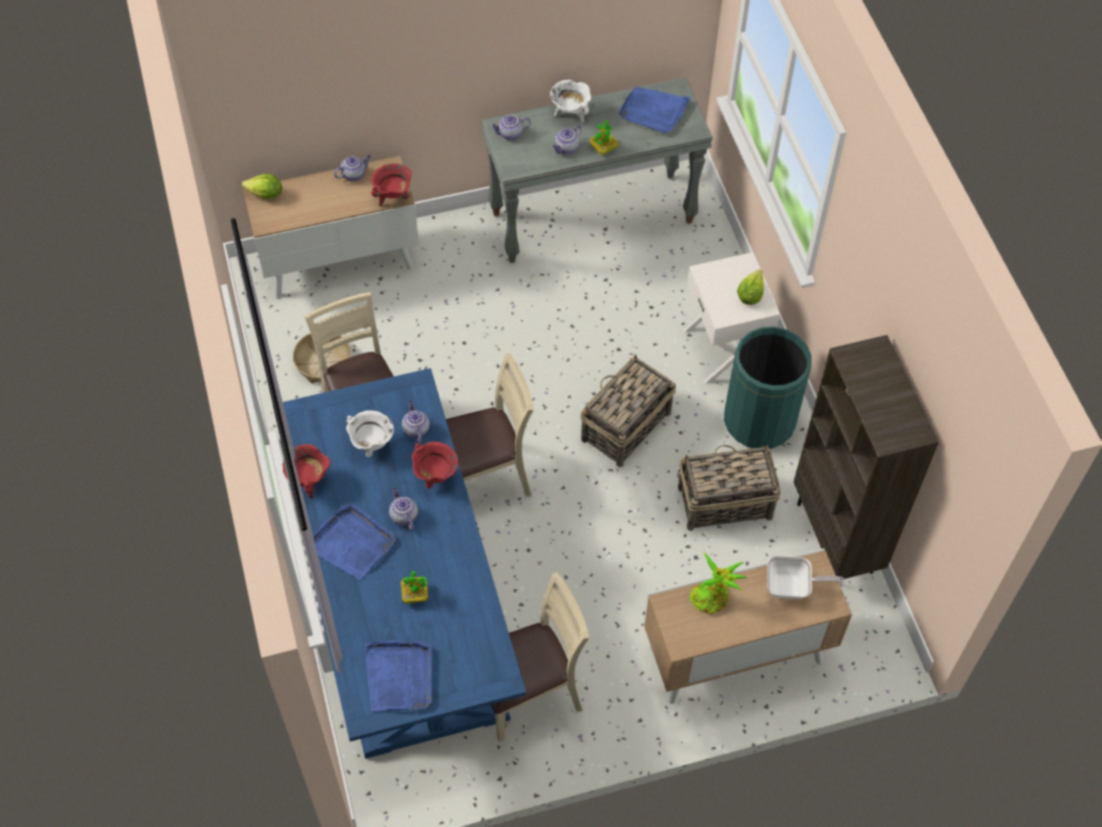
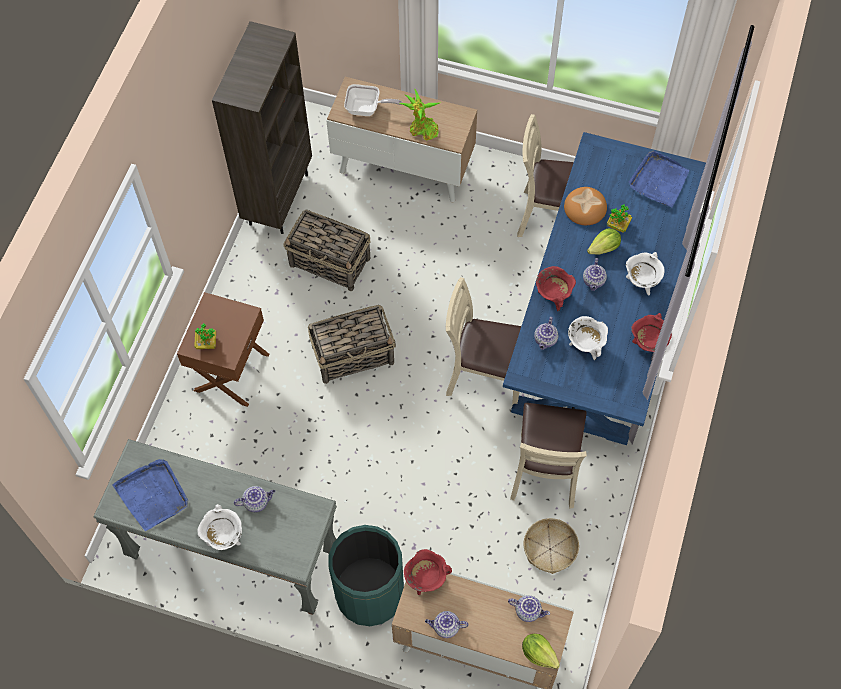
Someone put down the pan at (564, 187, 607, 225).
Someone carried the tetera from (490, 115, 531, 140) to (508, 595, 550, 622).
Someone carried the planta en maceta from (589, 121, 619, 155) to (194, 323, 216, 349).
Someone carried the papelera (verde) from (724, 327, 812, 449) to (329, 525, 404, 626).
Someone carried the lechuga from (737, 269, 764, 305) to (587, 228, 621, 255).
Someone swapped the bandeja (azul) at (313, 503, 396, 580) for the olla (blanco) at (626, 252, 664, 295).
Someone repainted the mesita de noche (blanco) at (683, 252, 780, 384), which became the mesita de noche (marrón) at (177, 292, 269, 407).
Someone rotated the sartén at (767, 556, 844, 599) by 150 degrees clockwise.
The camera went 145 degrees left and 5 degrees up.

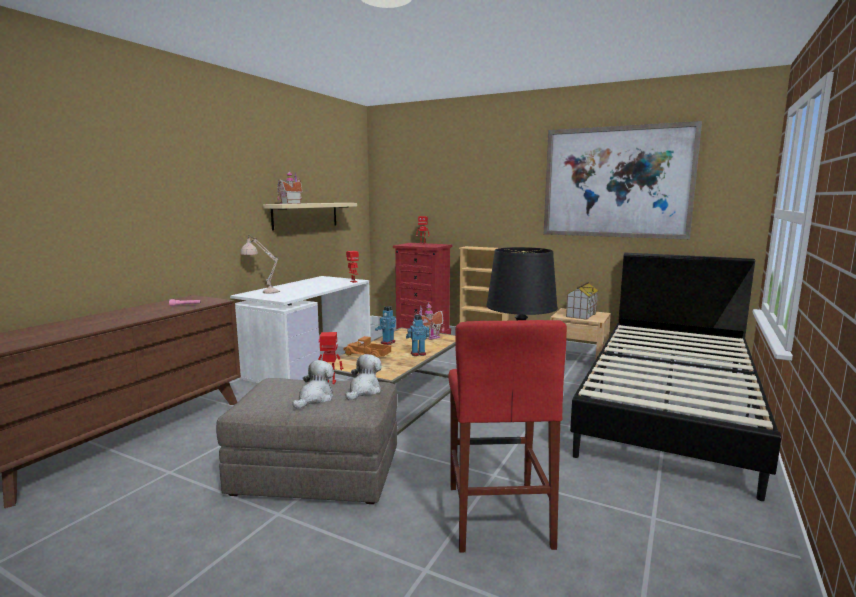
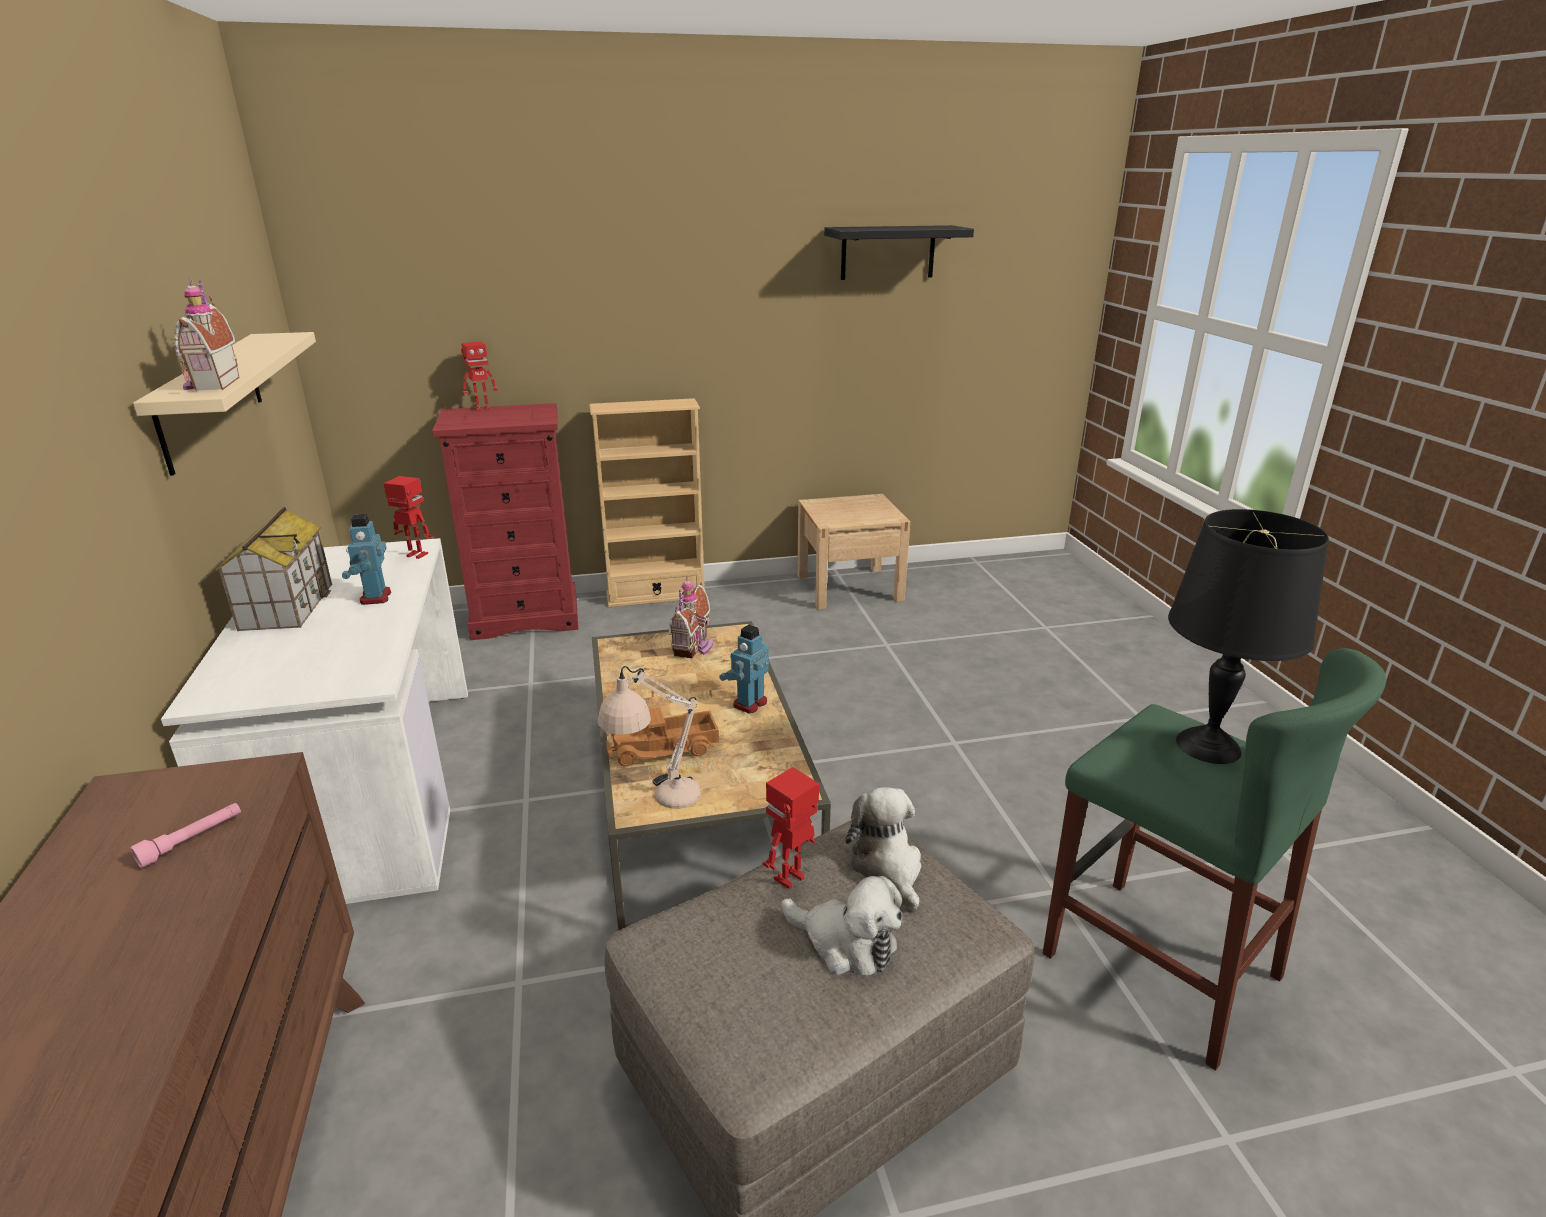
Someone took away the cama (negro) at (570, 253, 781, 501).
Someone carried the lámpara de mesa (beis) from (240, 235, 280, 294) to (598, 666, 701, 809).
Someone carried the robot de juguete from (375, 306, 396, 345) to (342, 514, 391, 605).
Someone carried the casita from (566, 282, 598, 320) to (215, 507, 332, 631).
Someone swapped the cuadro at (544, 121, 702, 239) for the estante (negro) at (824, 225, 974, 280).
Someone repainted the taburete (rojo) at (448, 320, 567, 552), which became the taburete (verde) at (1043, 648, 1386, 1071).
Someone rotated the peluche at (293, 360, 334, 409) by 135 degrees clockwise.
The camera went 40 degrees left and 15 degrees up.

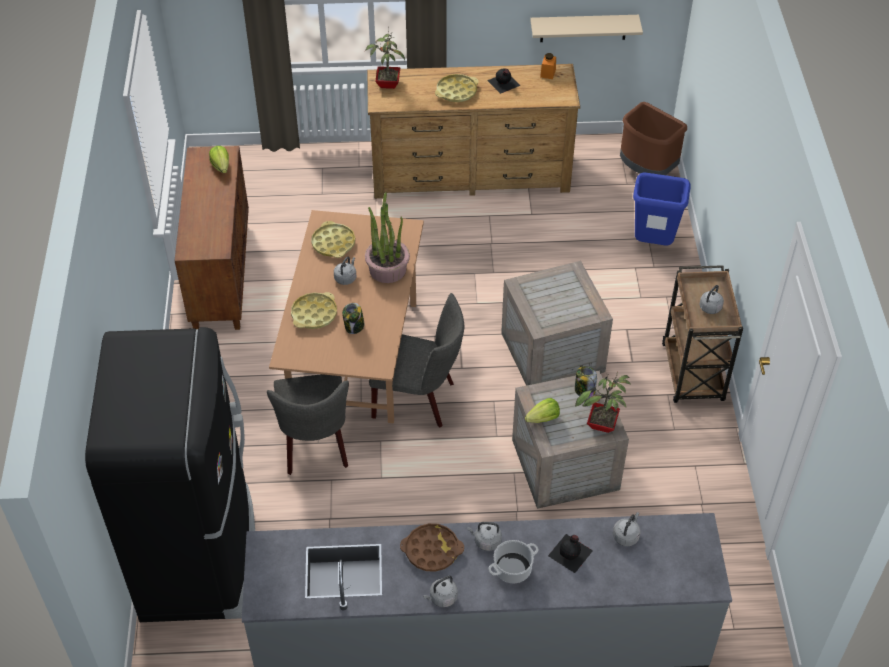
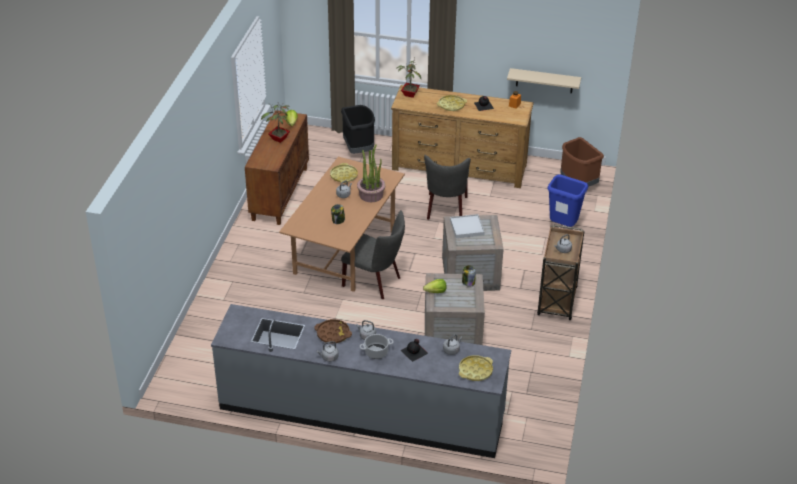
Someone took away the nevera (negro) at (85, 327, 255, 622).
Someone put down the papelera (negro) at (341, 105, 375, 154).
Someone put down the bandeja (blanco) at (450, 214, 485, 238).
Someone carried the silla (gris) from (267, 374, 349, 475) to (424, 155, 471, 220).
Someone carried the bandeja (amarillo) from (291, 292, 337, 329) to (459, 355, 493, 381).
Someone carried the planta en maceta from (575, 373, 631, 433) to (261, 102, 291, 143).
The camera went 15 degrees right and 10 degrees down.

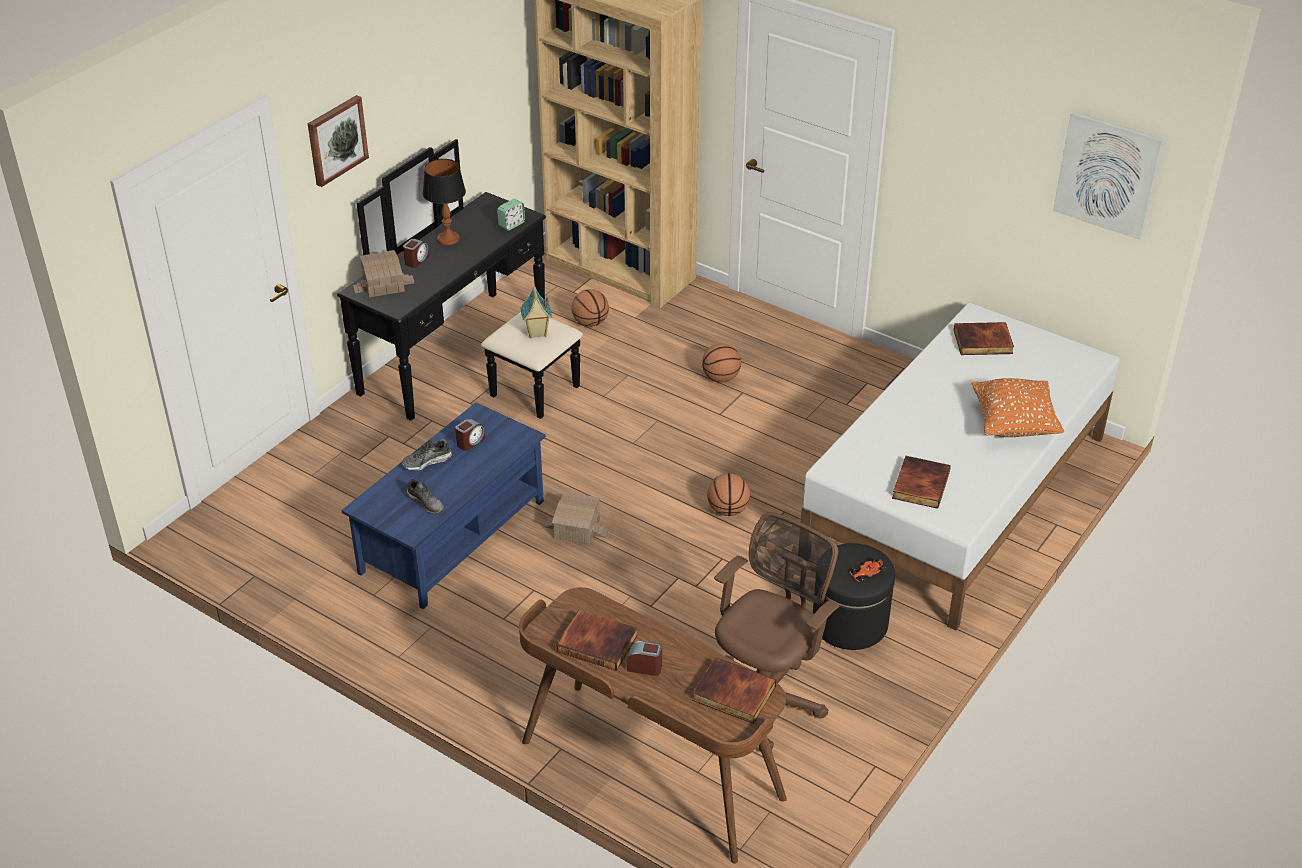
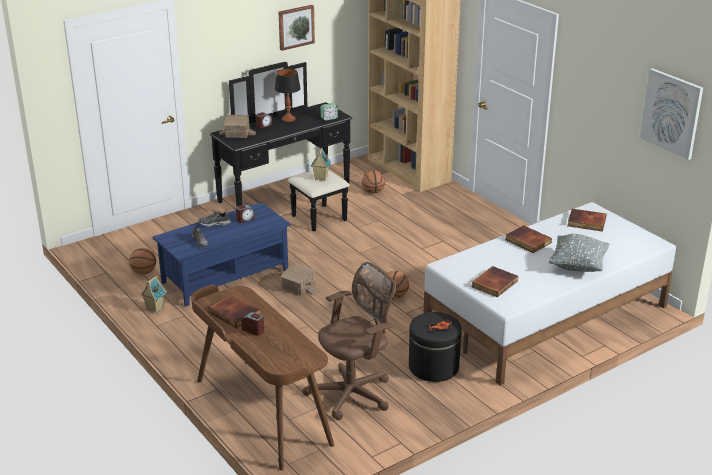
Someone put down the casita at (141, 276, 167, 313).
Someone carried the cuadro from (308, 95, 369, 187) to (279, 5, 315, 51).
Someone carried the libro from (692, 657, 776, 724) to (505, 225, 552, 253).
Someone carried the balón de baloncesto from (702, 343, 741, 383) to (129, 248, 156, 275).
Someone repainted the cojín (naranja) at (971, 378, 1064, 437), which became the cojín (gris) at (549, 234, 609, 272).
The camera went 20 degrees right and 10 degrees down.

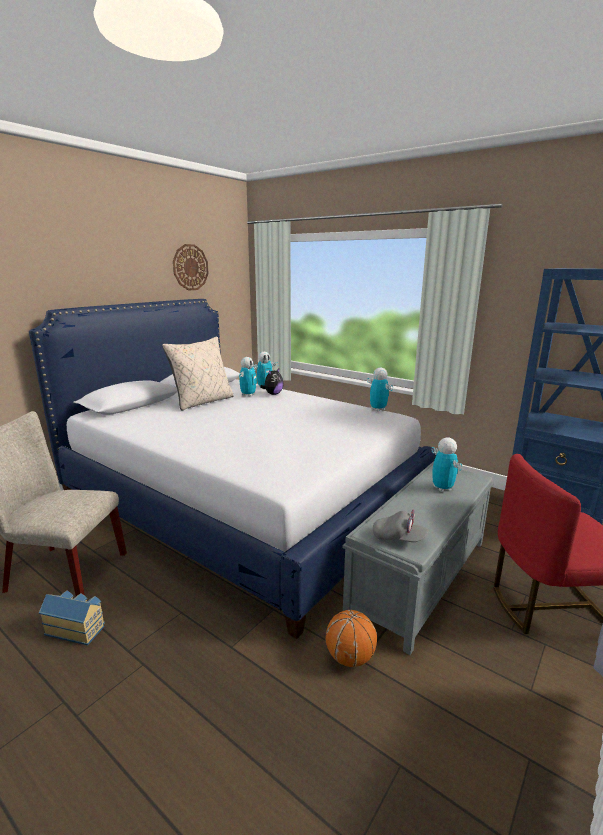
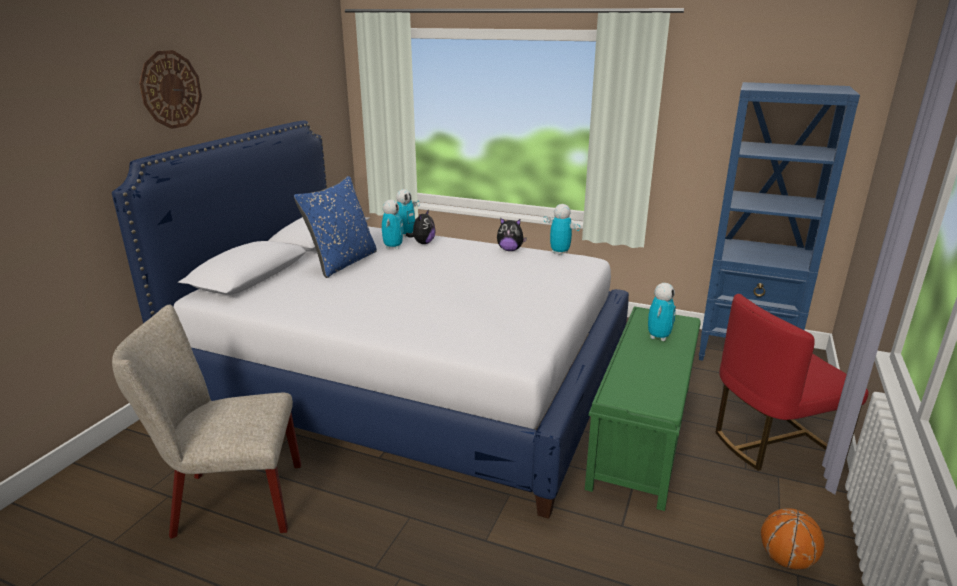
Someone took away the casita at (39, 590, 105, 645).
Someone took away the gorra (gris) at (373, 510, 428, 542).
Someone put down the peluche at (497, 217, 527, 251).
Someone carried the reloj de pared from (173, 244, 209, 291) to (139, 50, 202, 129).
Someone carried the balón de baloncesto from (325, 610, 377, 667) to (761, 508, 825, 569).
Someone repainted the cojín (beis) at (162, 337, 234, 410), which became the cojín (azul) at (294, 176, 377, 278).
Someone repainted the banco (gris) at (343, 461, 494, 655), which became the banco (verde) at (585, 306, 701, 511).
Someone rotated the robot de juguete at (432, 438, 462, 492) by 60 degrees clockwise.
The camera went 15 degrees left and 5 degrees up.

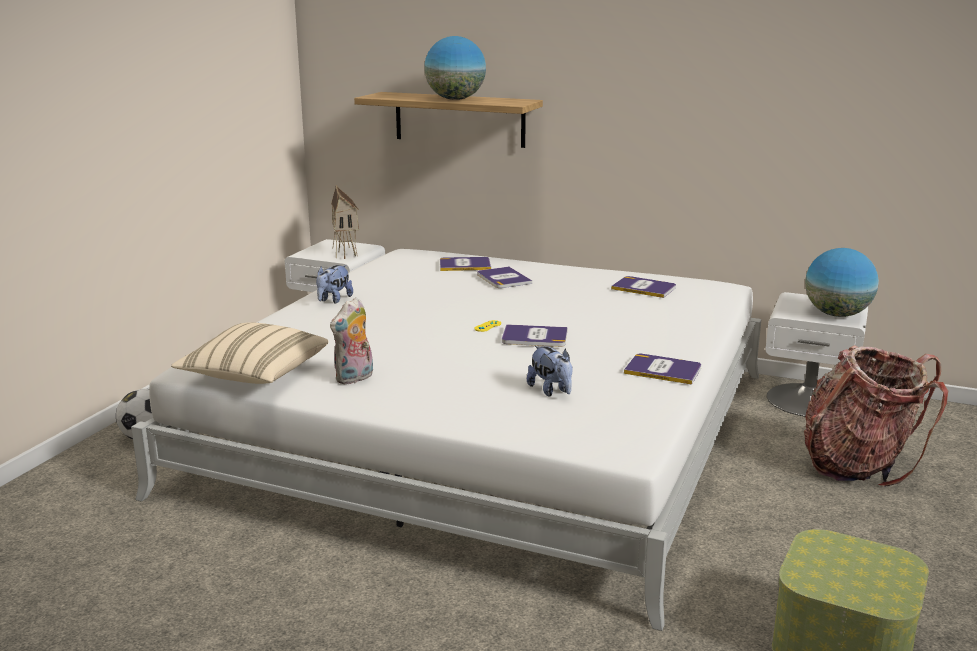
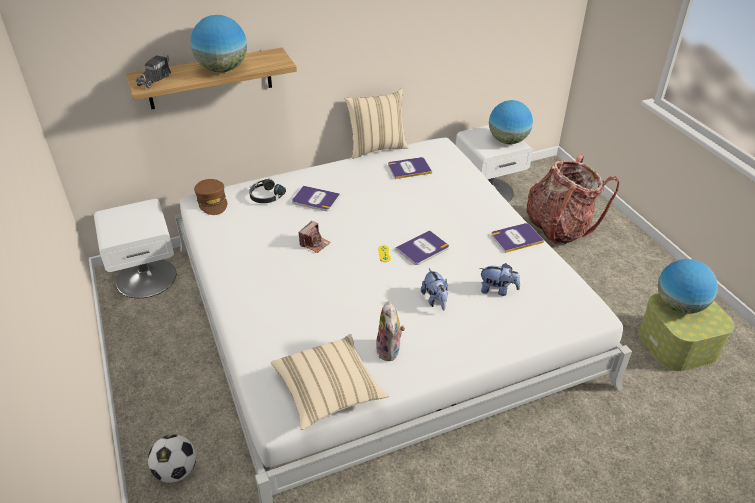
Someone took away the casita at (331, 185, 359, 259).
Someone put down the camión de juguete at (136, 55, 171, 88).
Someone put down the gorra (marrón) at (194, 179, 227, 215).
Someone put down the cámara at (298, 221, 331, 253).
Someone put down the cojín (beis) at (345, 88, 409, 159).
Someone put down the globo terráqueo at (658, 259, 718, 314).
Someone carried the peluche from (316, 265, 353, 304) to (421, 268, 448, 311).
Someone swapped the libro at (440, 257, 491, 271) for the auriculares (negro) at (249, 179, 286, 203).
The camera went 45 degrees left and 20 degrees up.

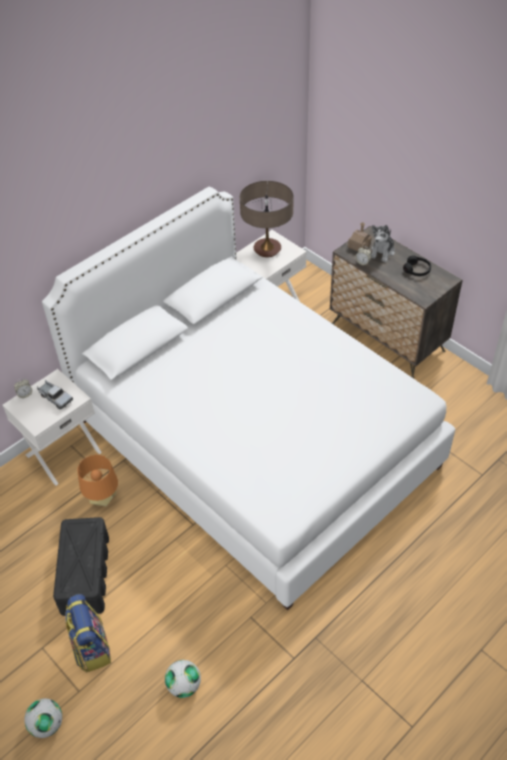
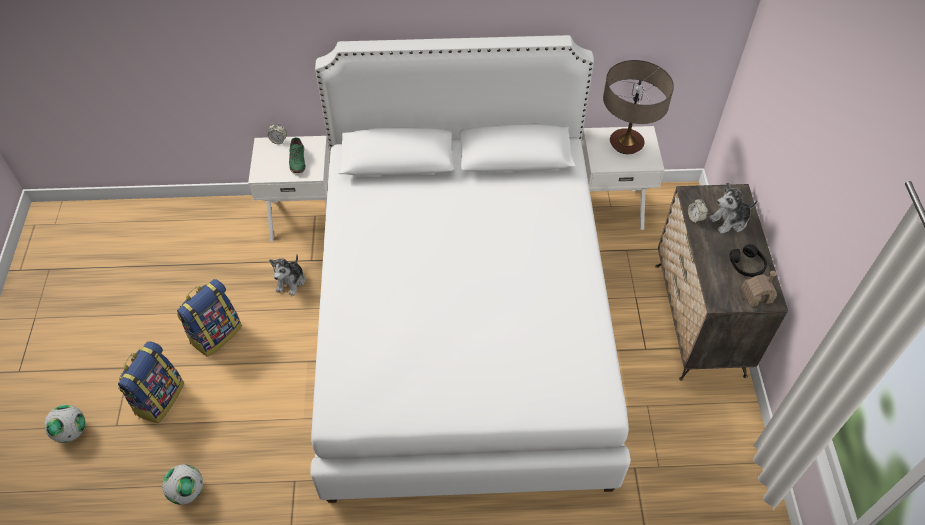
Someone carried the casita from (348, 222, 372, 252) to (741, 271, 777, 307).
Someone swapped the camión de juguete at (37, 380, 73, 409) for the zapato (verde) at (289, 138, 306, 173).
Someone swapped the caja de almacenaje (negro) at (53, 517, 109, 616) for the mochila at (177, 279, 242, 357).
Someone swapped the lámpara de mesa (naranja) at (77, 454, 118, 506) for the peluche at (269, 254, 305, 296).
The camera went 40 degrees right and 5 degrees up.

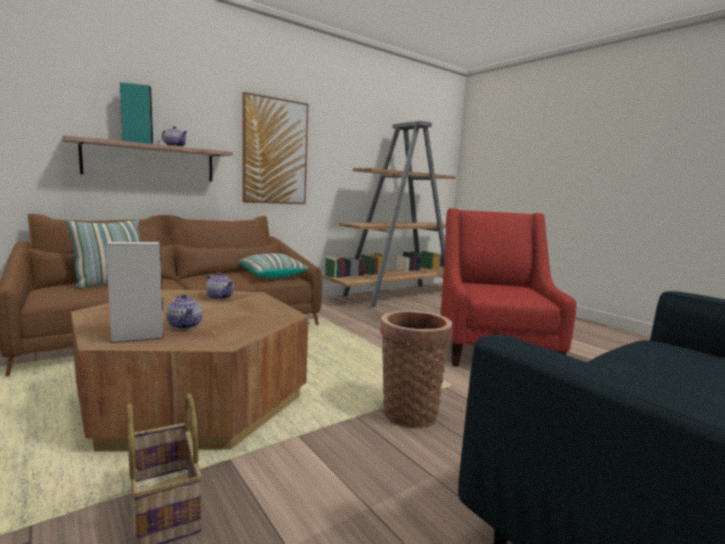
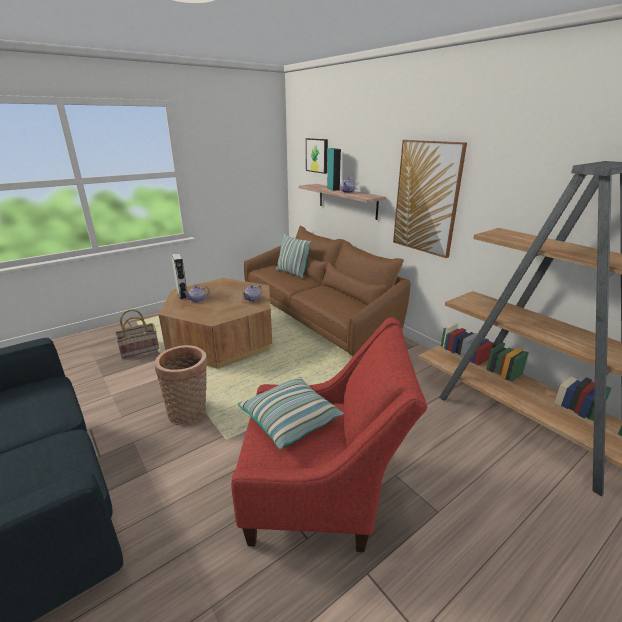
Someone put up the cuadro at (306, 138, 328, 174).
Someone carried the cojín from (239, 253, 309, 278) to (238, 377, 344, 449).
The camera went 90 degrees right and 15 degrees up.

